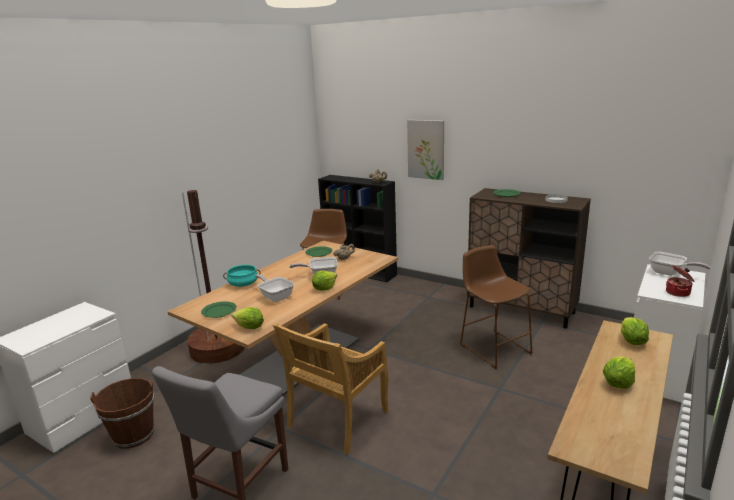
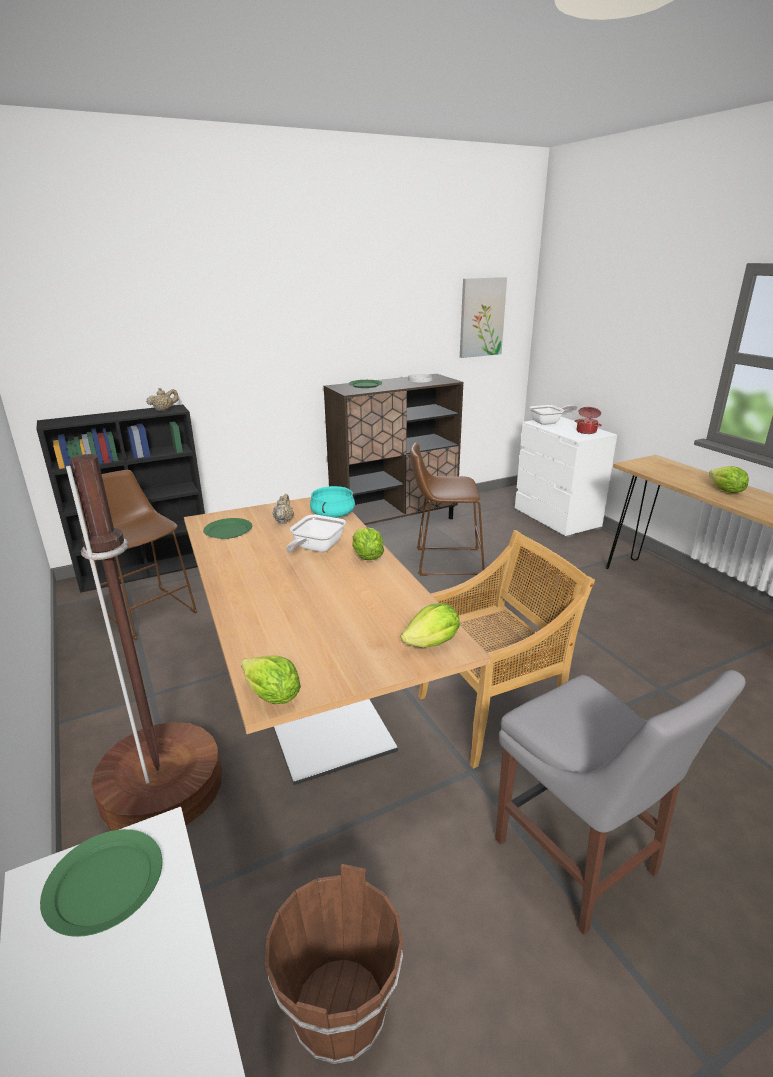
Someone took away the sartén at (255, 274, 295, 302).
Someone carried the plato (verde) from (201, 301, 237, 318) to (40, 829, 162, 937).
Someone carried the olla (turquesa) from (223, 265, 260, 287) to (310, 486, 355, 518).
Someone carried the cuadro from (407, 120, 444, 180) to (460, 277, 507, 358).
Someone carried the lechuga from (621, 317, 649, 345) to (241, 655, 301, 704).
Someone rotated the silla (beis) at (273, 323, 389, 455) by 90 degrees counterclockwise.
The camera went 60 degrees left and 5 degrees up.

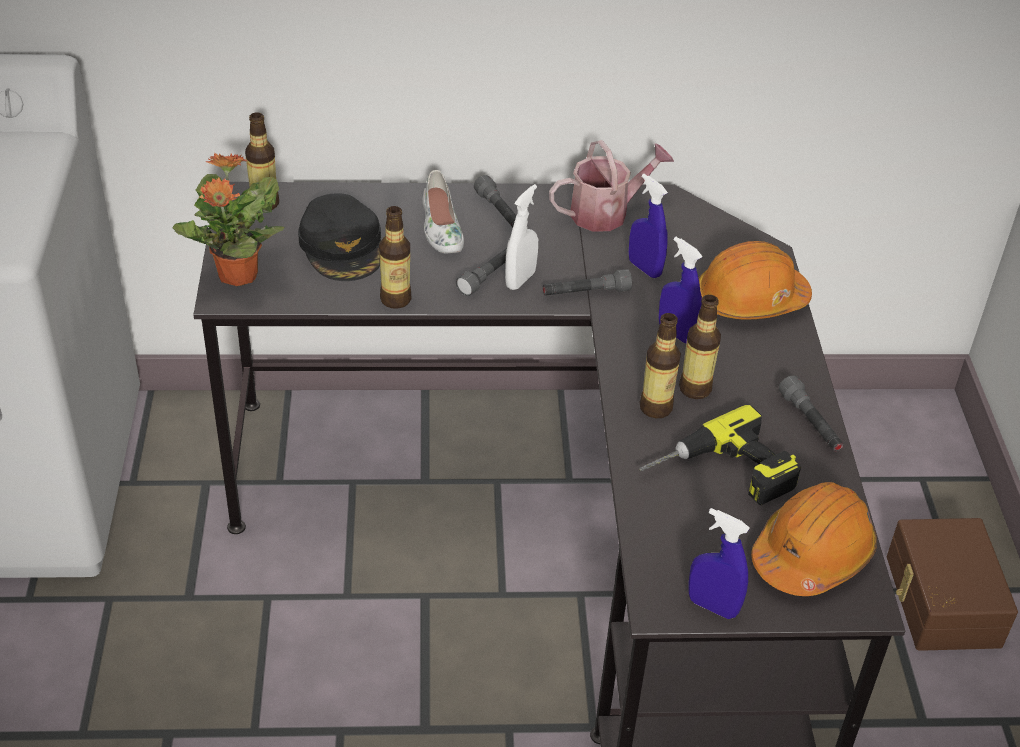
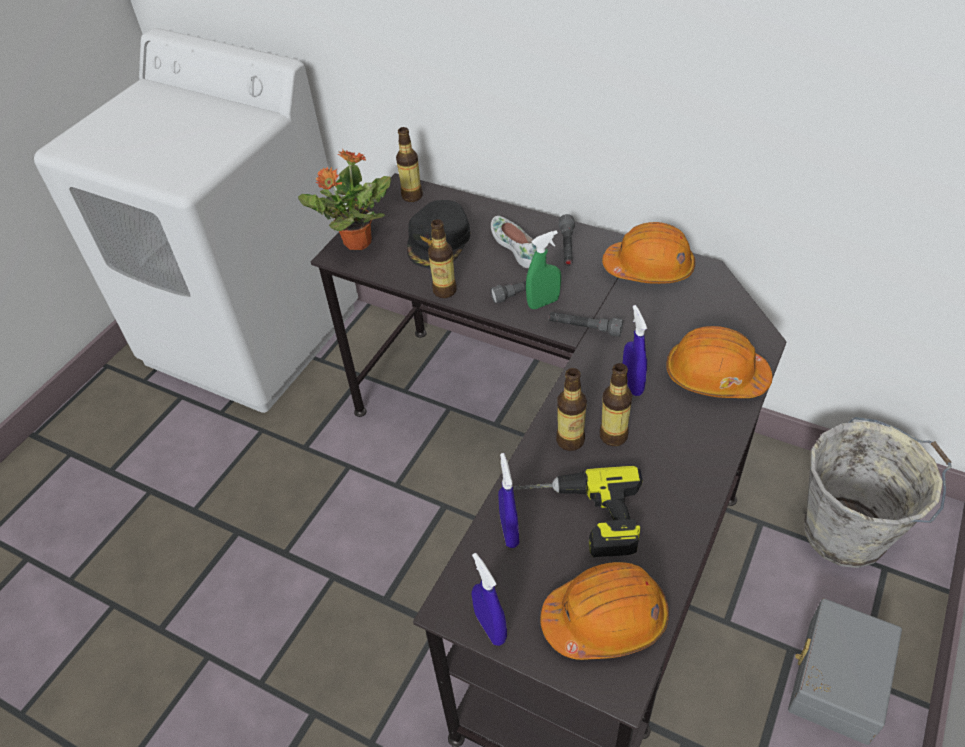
Someone took away the linterna (gris) at (779, 375, 844, 452).
Someone put down the cubo (gris) at (804, 417, 952, 568).
Someone carried the pulverizador (azul) from (629, 174, 668, 278) to (498, 453, 519, 548).
Someone swapped the regadera at (549, 140, 674, 232) for the casco (naranja) at (602, 222, 695, 284).
Someone repainted the pulverizador (blanco) at (505, 184, 538, 290), which became the pulverizador (verde) at (526, 230, 561, 309).
Someone repainted the caja de almacenaje (marrón) at (887, 518, 1018, 651), which became the caja de almacenaje (gris) at (788, 598, 902, 745).
Someone rotated the zapato (blanco) at (422, 170, 464, 253) by 135 degrees clockwise.
The camera went 35 degrees right and 5 degrees up.

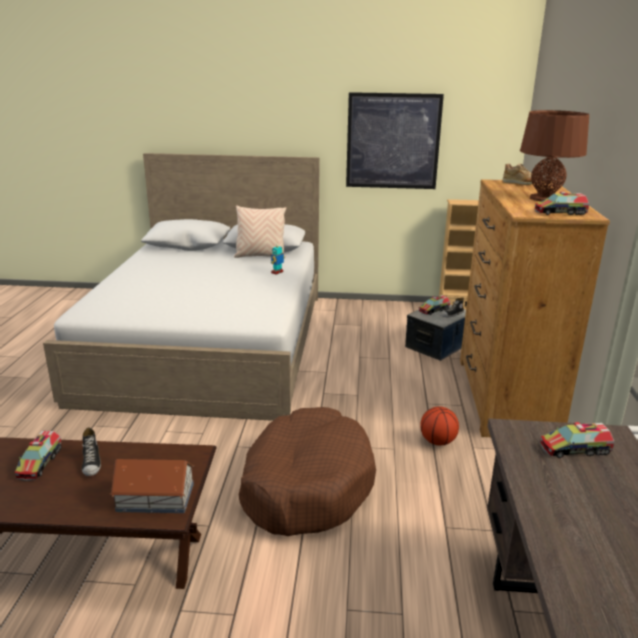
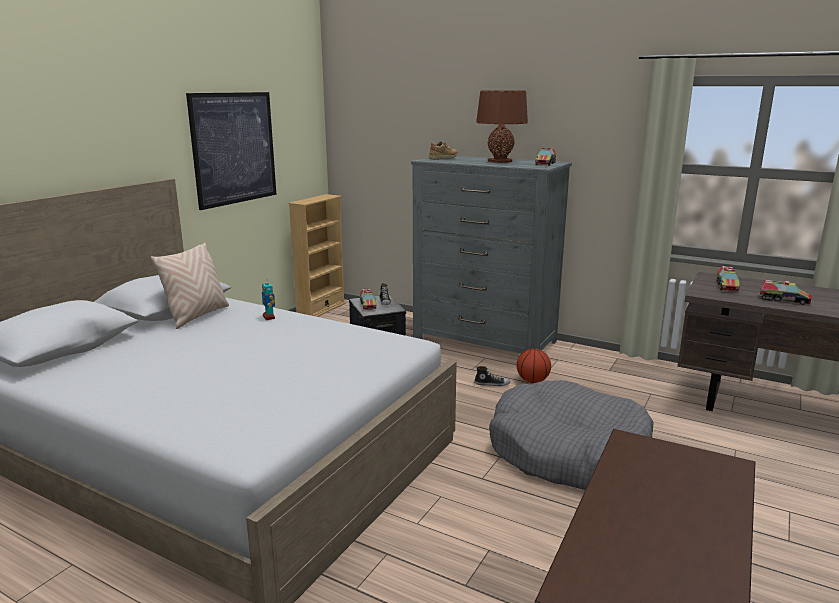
Someone took away the casita at (109, 459, 194, 513).
Someone carried the camión de juguete from (14, 431, 62, 481) to (758, 280, 812, 305).
Someone carried the zapato from (82, 427, 101, 476) to (474, 366, 510, 386).
Someone repainted the cama para perro (marrón) at (238, 407, 376, 536), which became the cama para perro (gris) at (489, 380, 654, 490).
Someone repainted the cómoda (marrón) at (460, 179, 610, 437), which became the cómoda (gris) at (411, 156, 572, 354).
The camera went 65 degrees left and 5 degrees down.

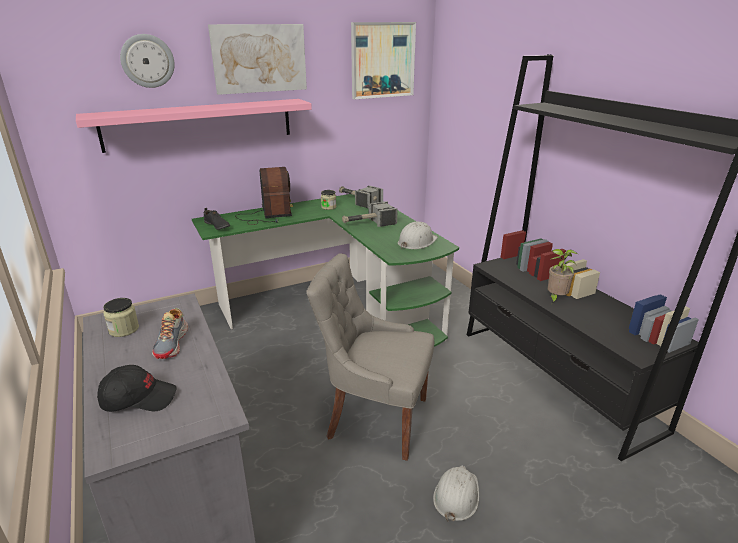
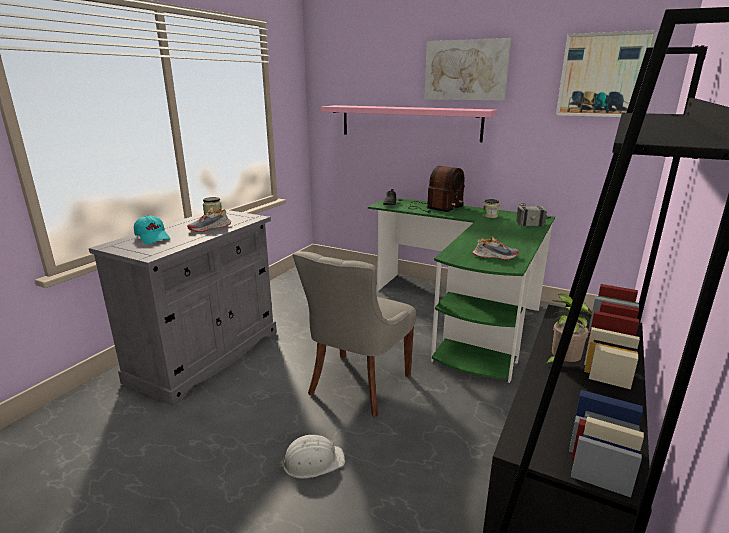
Someone took away the reloj de pared at (120, 34, 175, 88).
Someone took away the martillo at (342, 201, 398, 227).
Someone swapped the casco (blanco) at (398, 221, 438, 249) for the zapato at (472, 237, 519, 260).
Someone repainted the gorra (negro) at (97, 365, 177, 412), which became the gorra (turquesa) at (134, 215, 170, 244).
Someone rotated the silla (gris) at (307, 253, 434, 461) by 135 degrees counterclockwise.
The camera went 55 degrees right and 5 degrees down.

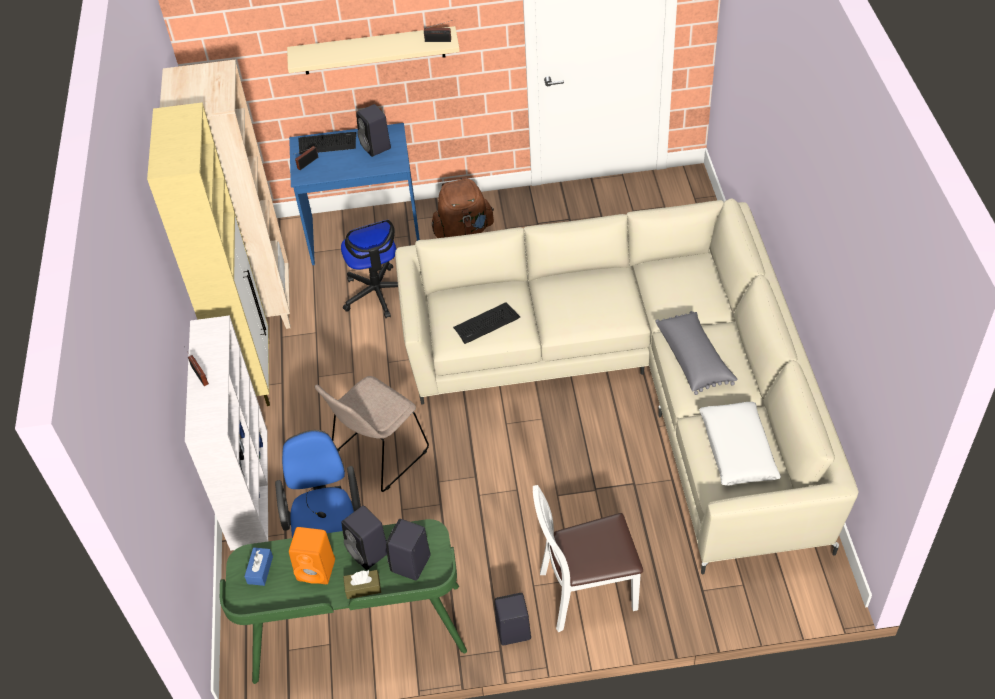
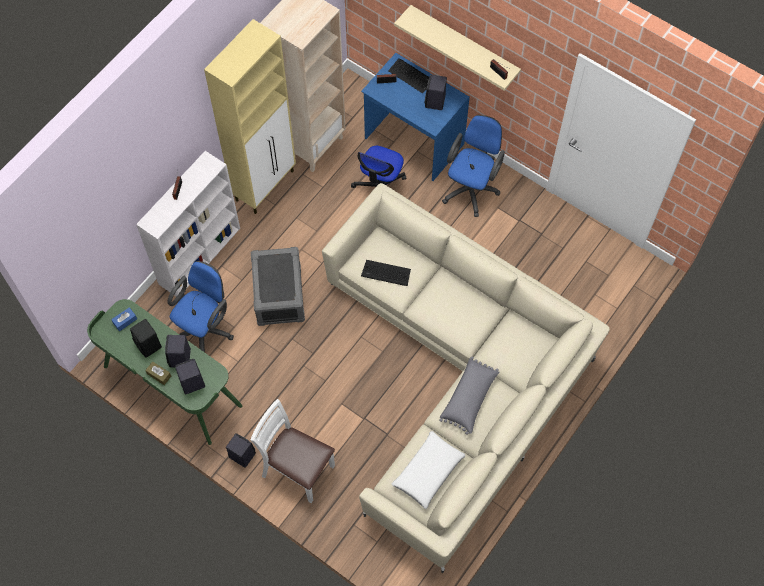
Someone swapped the silla (beis) at (315, 376, 429, 492) for the caja de almacenaje (gris) at (251, 247, 305, 326).
Someone swapped the mochila (marrón) at (432, 177, 494, 238) for the silla de oficina (azul) at (442, 115, 505, 217).
Someone repainted the altavoz (naranja) at (289, 527, 335, 584), which became the altavoz (negro) at (130, 319, 162, 358).
The camera went 40 degrees right and 15 degrees up.

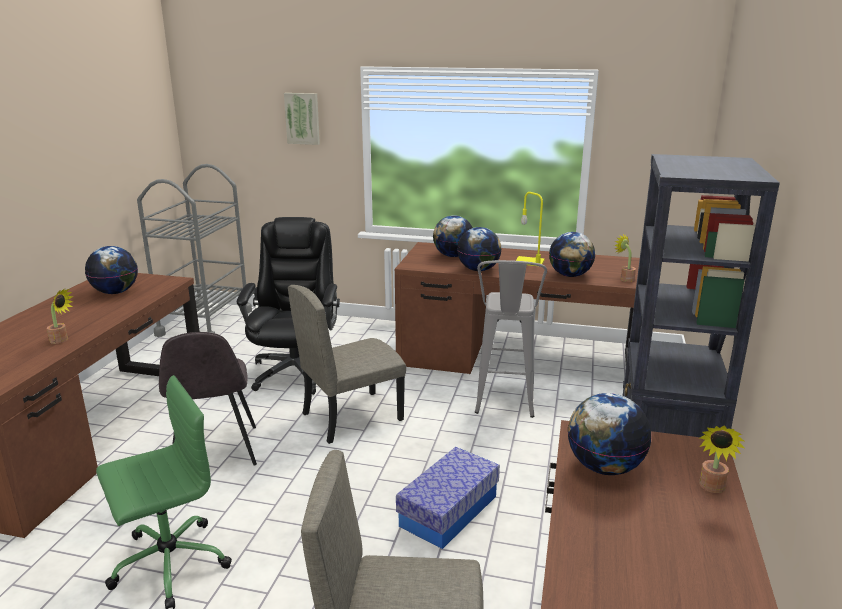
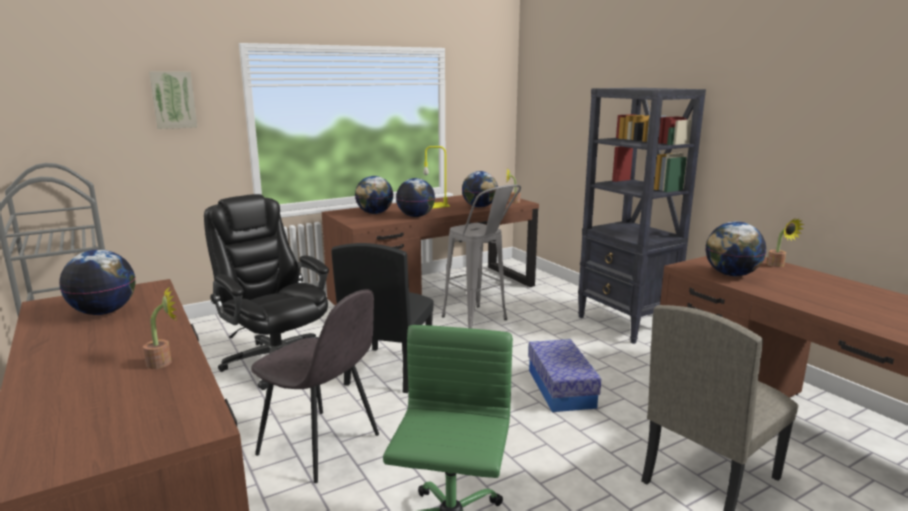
Someone repainted the silla (beis) at (288, 285, 406, 444), which became the silla (negro) at (331, 243, 434, 393).
The camera went 45 degrees left and 5 degrees down.

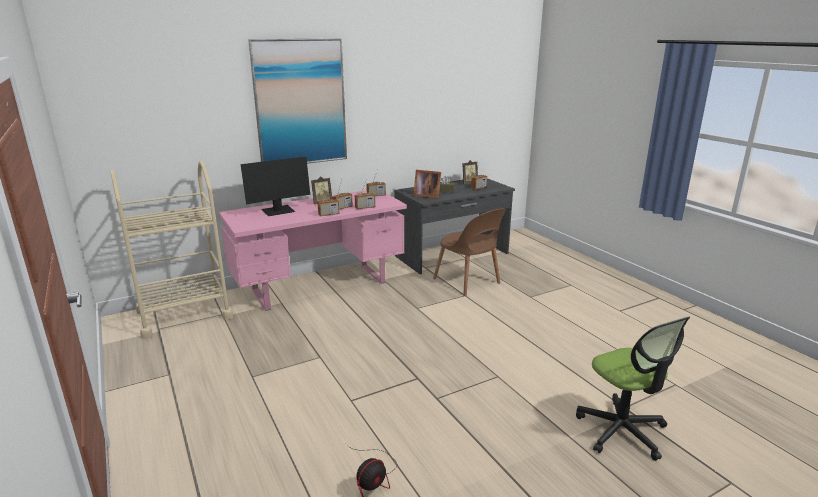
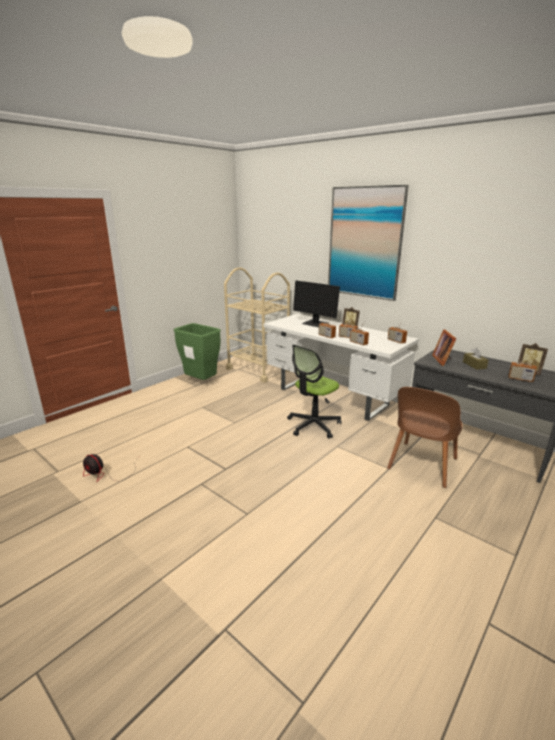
Someone put down the papelera (verde) at (173, 323, 221, 380).
Someone carried the silla de oficina from (576, 317, 690, 461) to (287, 345, 341, 439).
Someone repainted the escritorio (rosa) at (219, 190, 407, 311), which became the escritorio (blanco) at (264, 314, 419, 421).
The camera went 70 degrees right and 0 degrees up.

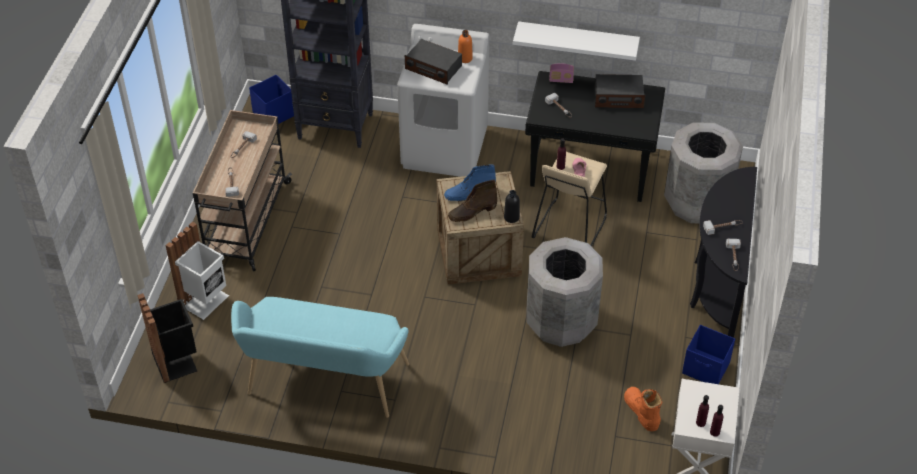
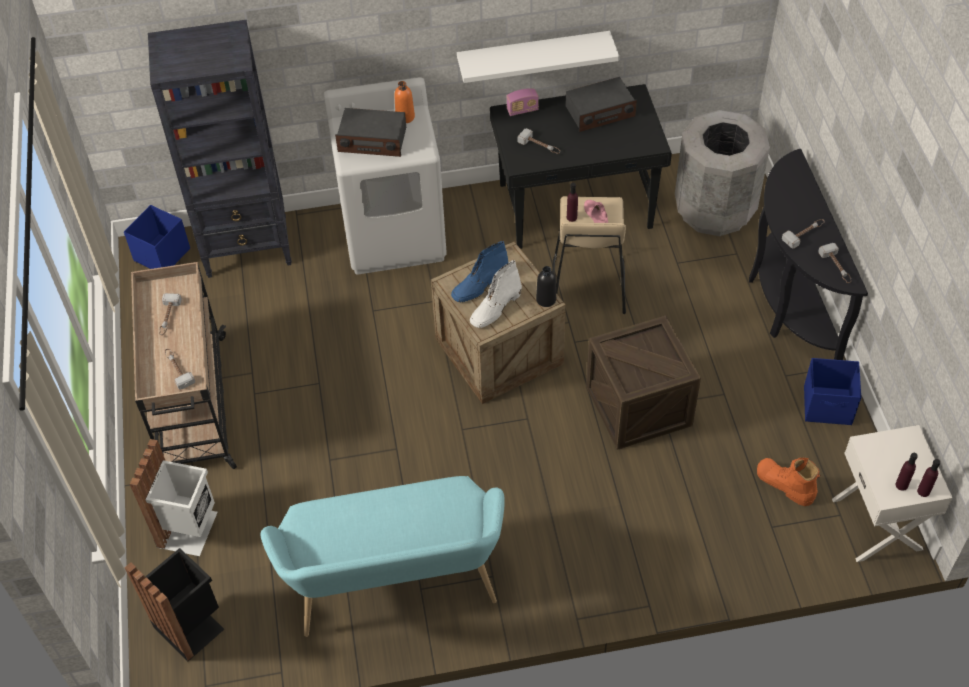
Someone swapped the papelera (gris) at (526, 237, 603, 347) for the caja de embalaje at (586, 315, 701, 450).
Someone repainted the bota (marrón) at (448, 180, 497, 222), which became the bota (blanco) at (470, 260, 522, 328).
The camera went 20 degrees left and 5 degrees up.

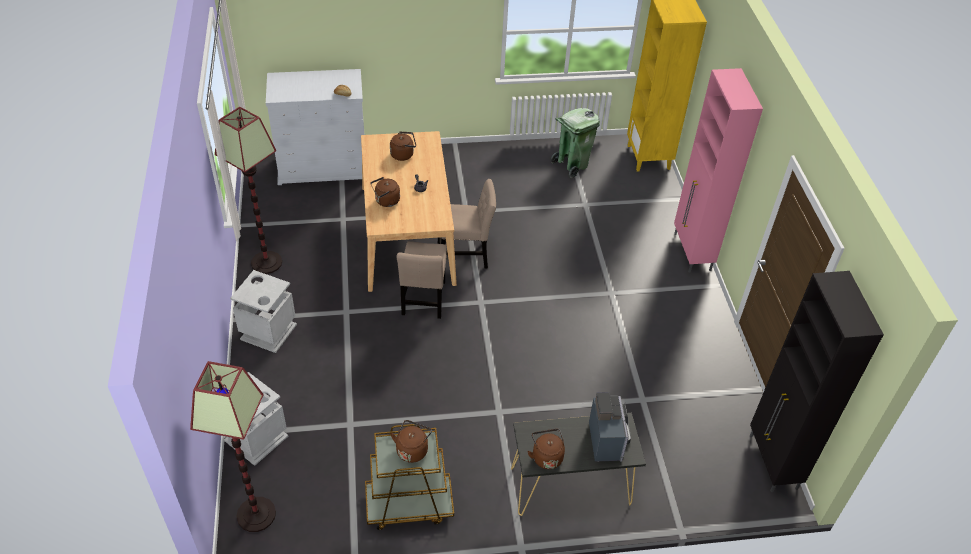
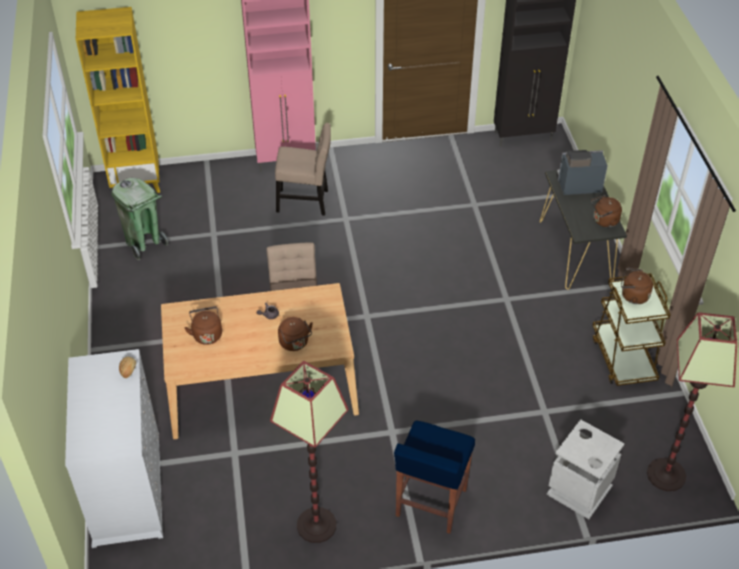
Someone carried the silla (beis) from (397, 241, 447, 319) to (275, 123, 331, 215).
Someone swapped the papelera (gris) at (230, 270, 297, 353) for the taburete (azul) at (394, 421, 475, 534).
The camera went 90 degrees left and 0 degrees up.

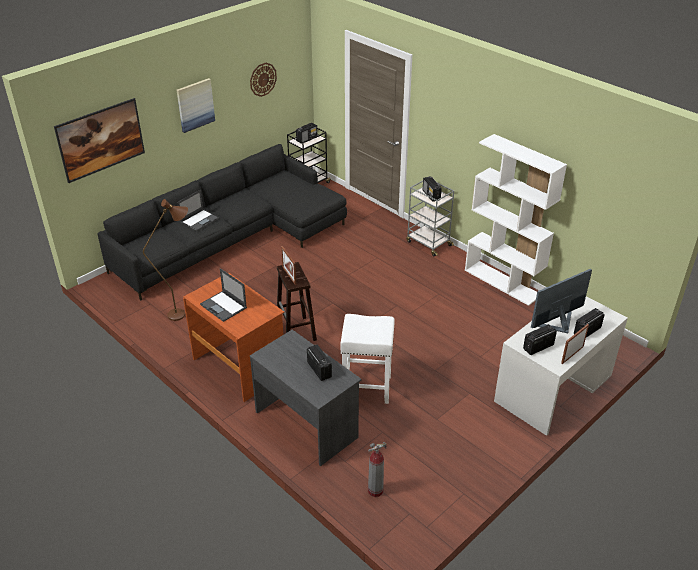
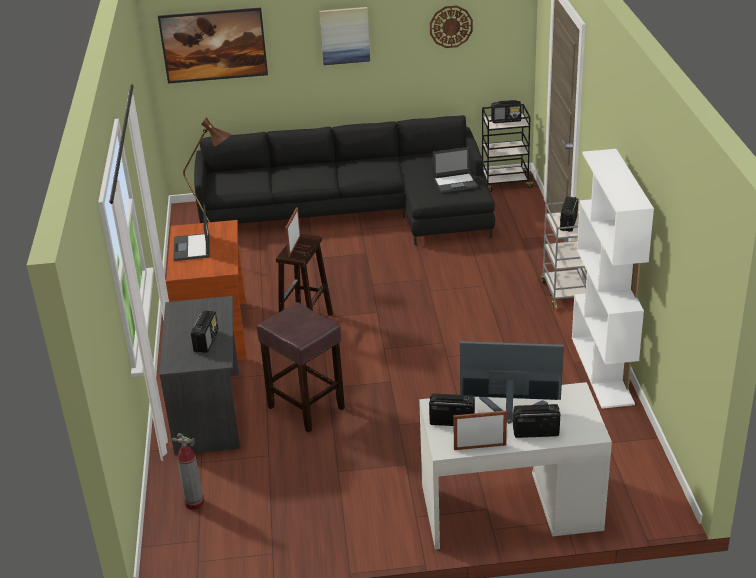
Someone carried the portátil from (177, 190, 219, 231) to (433, 147, 478, 193).
Someone repainted the taburete (blanco) at (340, 314, 395, 404), which became the taburete (marrón) at (257, 302, 345, 433).
The camera went 40 degrees right and 5 degrees down.

